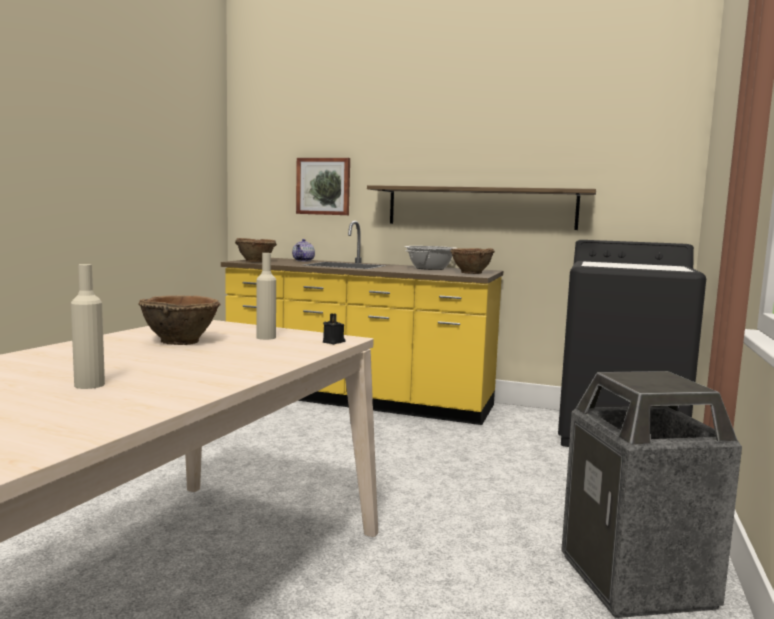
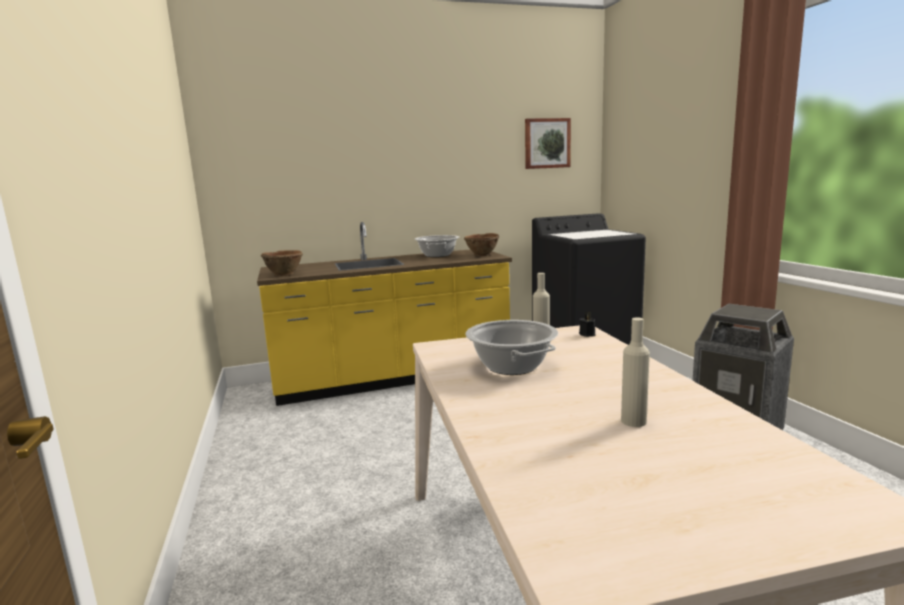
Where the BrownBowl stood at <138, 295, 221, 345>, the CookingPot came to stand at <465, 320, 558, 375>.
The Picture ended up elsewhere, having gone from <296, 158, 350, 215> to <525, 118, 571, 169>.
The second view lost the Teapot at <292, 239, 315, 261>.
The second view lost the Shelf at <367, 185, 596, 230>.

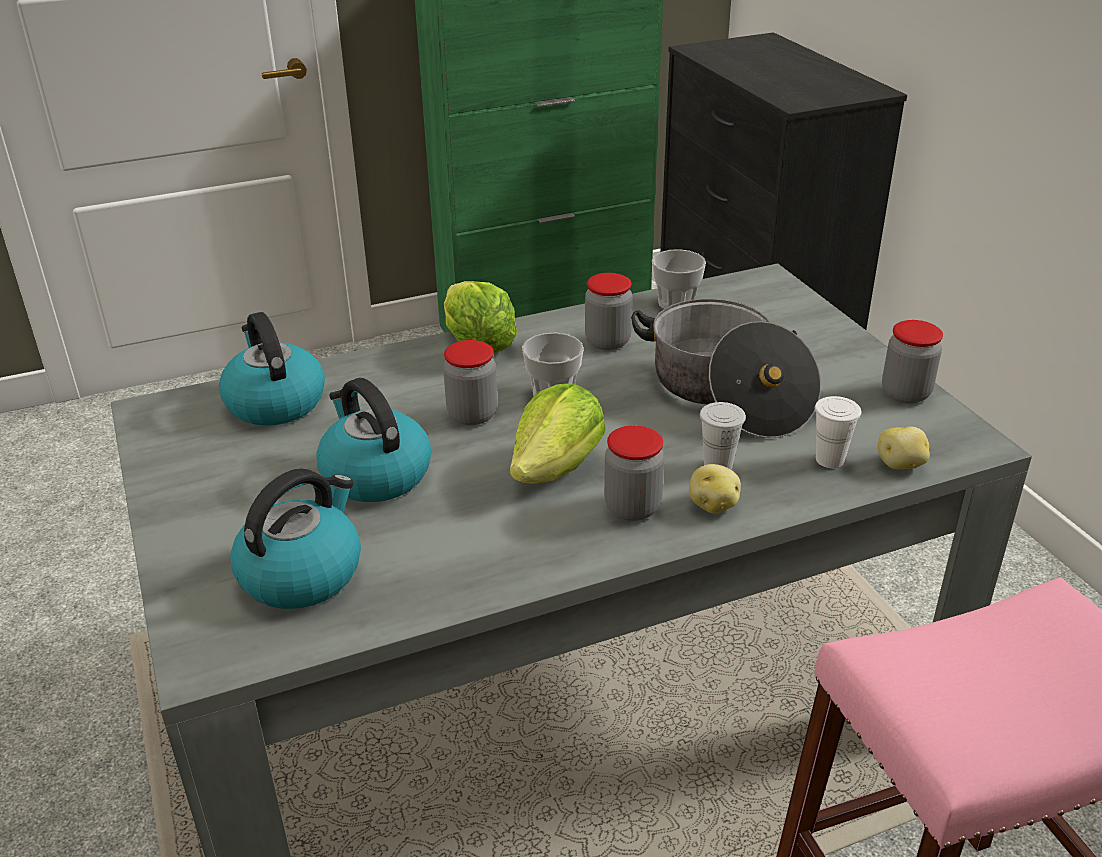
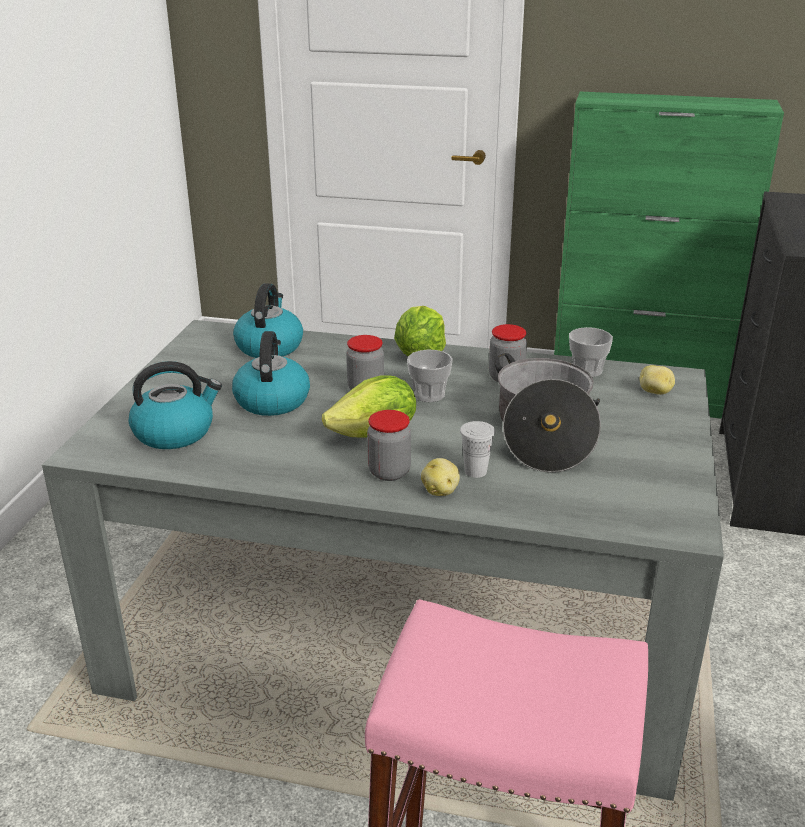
The Potato ended up elsewhere, having gone from <878, 426, 930, 469> to <639, 365, 675, 395>.
The second view lost the WhiteCup at <815, 396, 861, 468>.
The second view lost the Jar at <882, 320, 943, 404>.

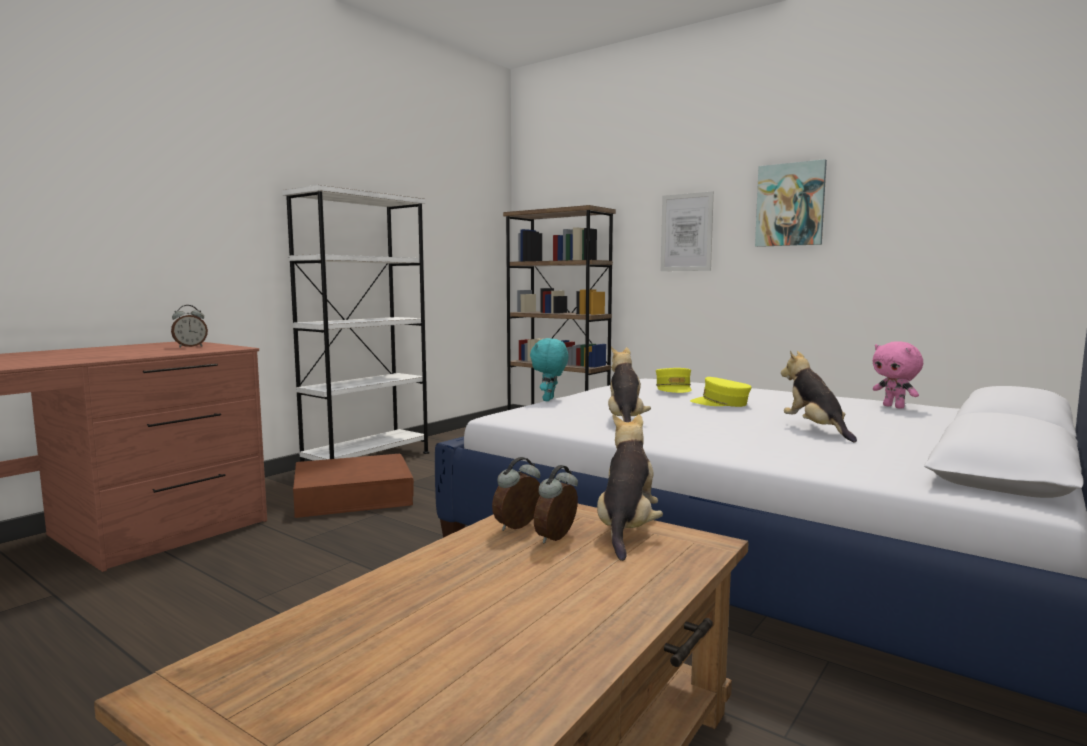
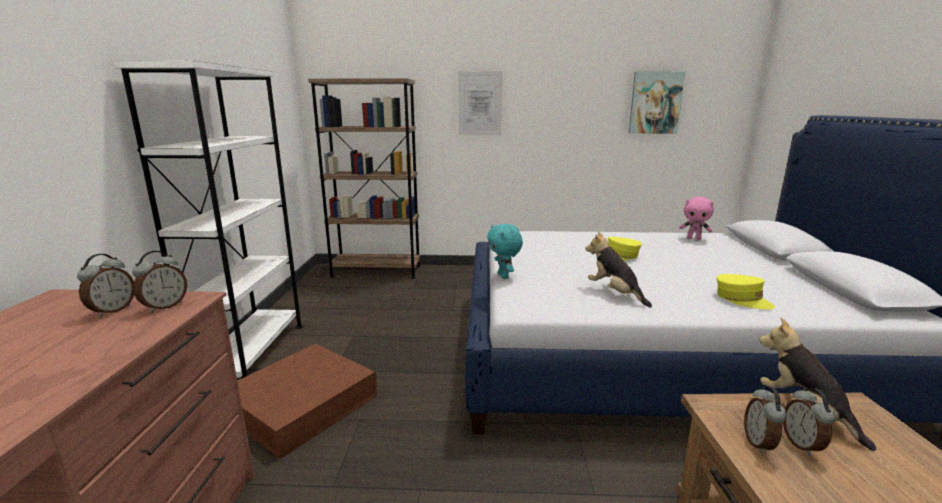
The second view gained the AlarmClock at <132, 251, 187, 313>.
The Picture ended up elsewhere, having gone from <755, 159, 827, 247> to <629, 71, 685, 134>.
The YellowCap ended up elsewhere, having gone from <656, 368, 692, 393> to <716, 274, 775, 310>.
The second view lost the PlushToy at <781, 351, 857, 443>.

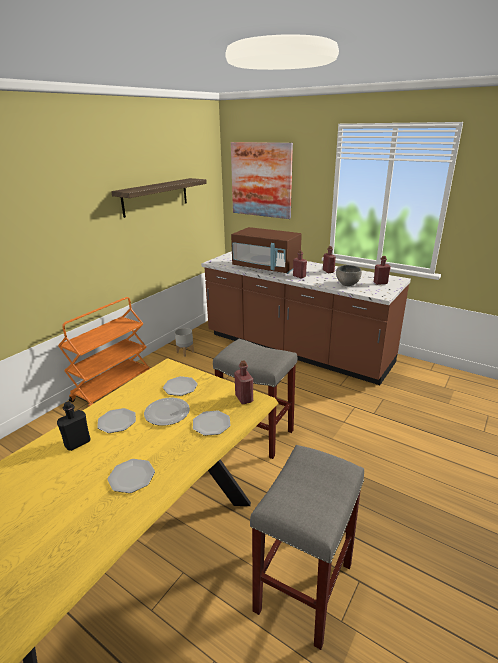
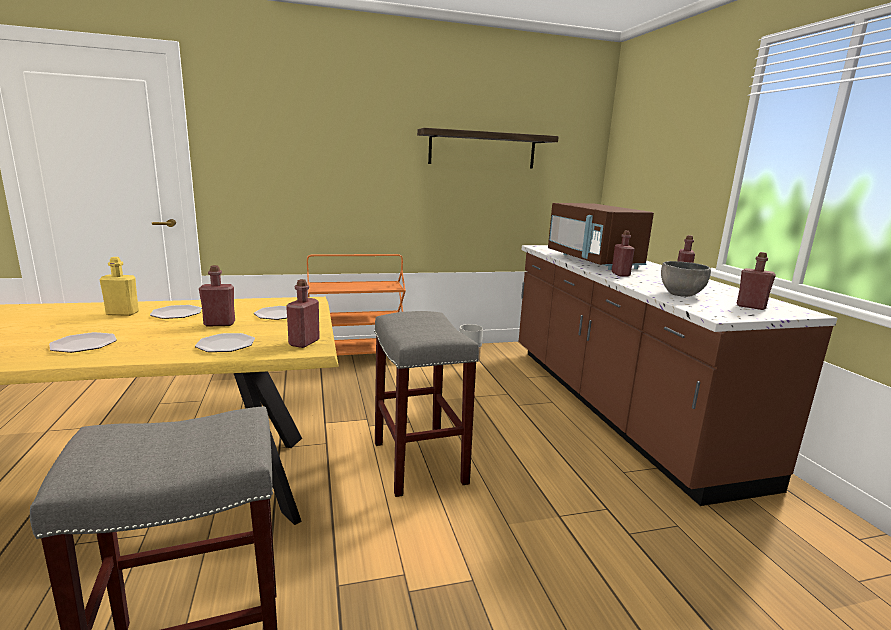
What was the BlackBottle at <57, 401, 90, 451> turned into the YellowBottle at <99, 257, 139, 316>.
Where the Plate stood at <144, 398, 190, 426>, the RedBottle came to stand at <199, 265, 235, 327>.
The second view lost the Picture at <231, 142, 293, 219>.

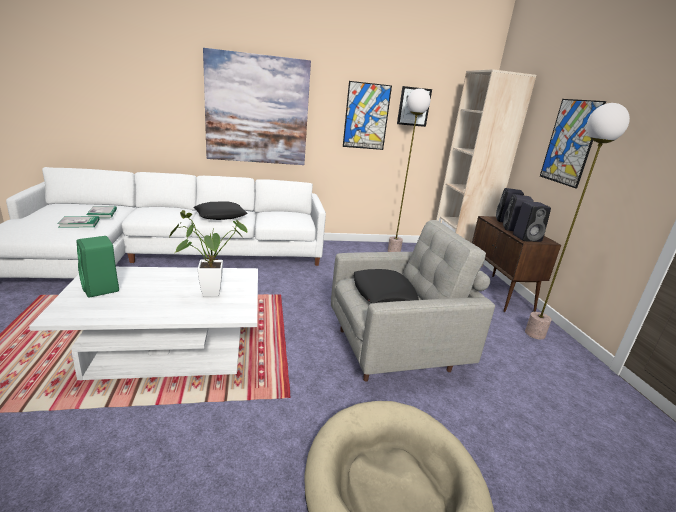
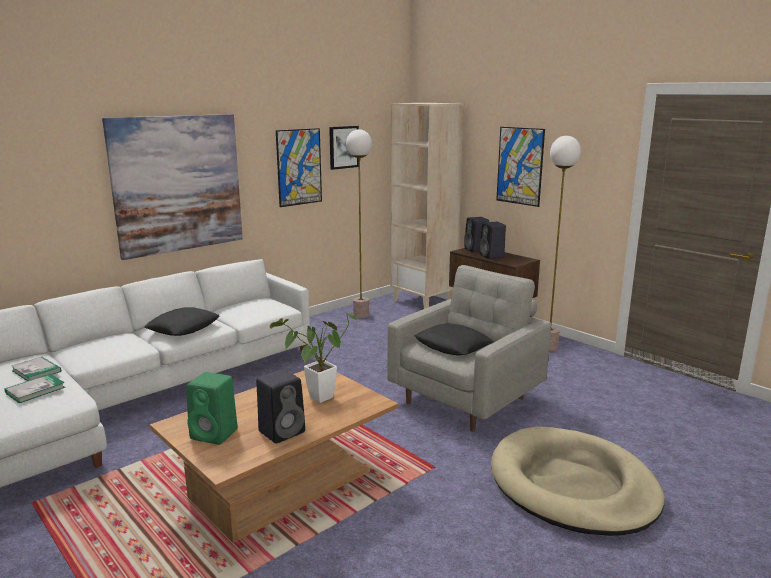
What was the WhiteCoffeeTable at <29, 267, 258, 380> turned into the BrownCoffeeTable at <150, 371, 398, 543>.
The BlackSpeaker ended up elsewhere, having gone from <513, 201, 551, 242> to <256, 369, 305, 444>.

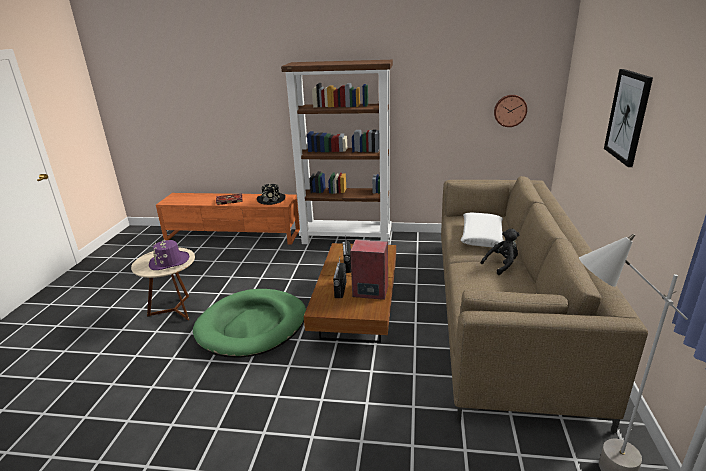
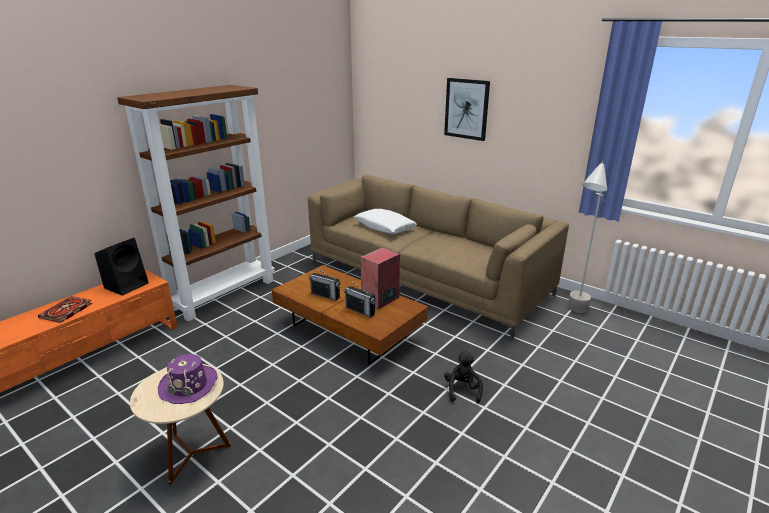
Where the BlackHat stood at <257, 183, 286, 205>, the BlackSpeaker came to stand at <95, 238, 149, 296>.
The BlackPlushToy ended up elsewhere, having gone from <481, 228, 520, 275> to <444, 351, 483, 403>.
The second view lost the GreenDogBed at <193, 289, 306, 358>.
The second view lost the WallClock at <494, 95, 527, 127>.

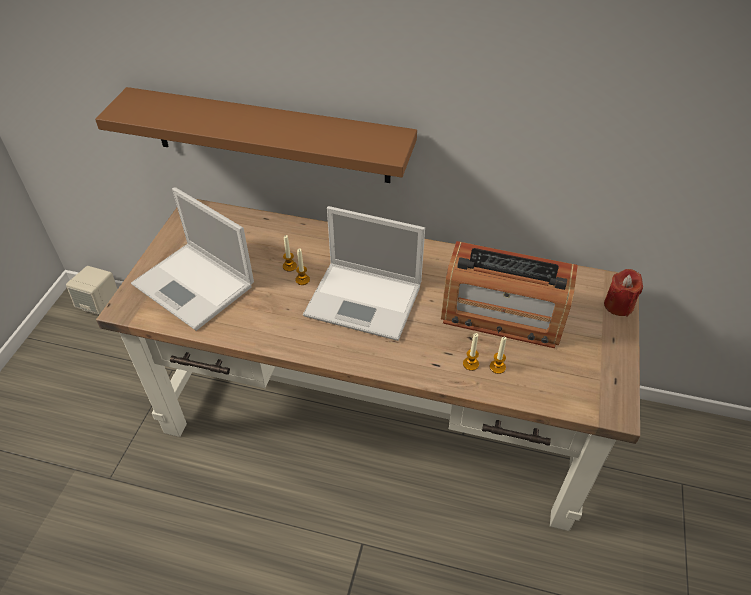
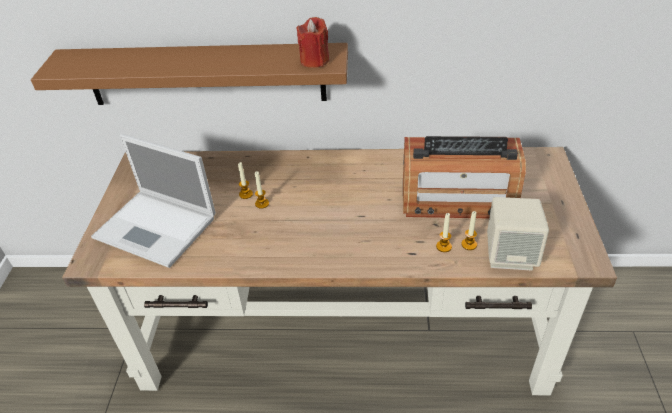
The RedCandle ended up elsewhere, having gone from <604, 269, 643, 316> to <297, 17, 329, 68>.
The BeigeSpeaker ended up elsewhere, having gone from <66, 266, 118, 315> to <487, 197, 549, 271>.
The second view lost the Laptop at <303, 206, 425, 341>.

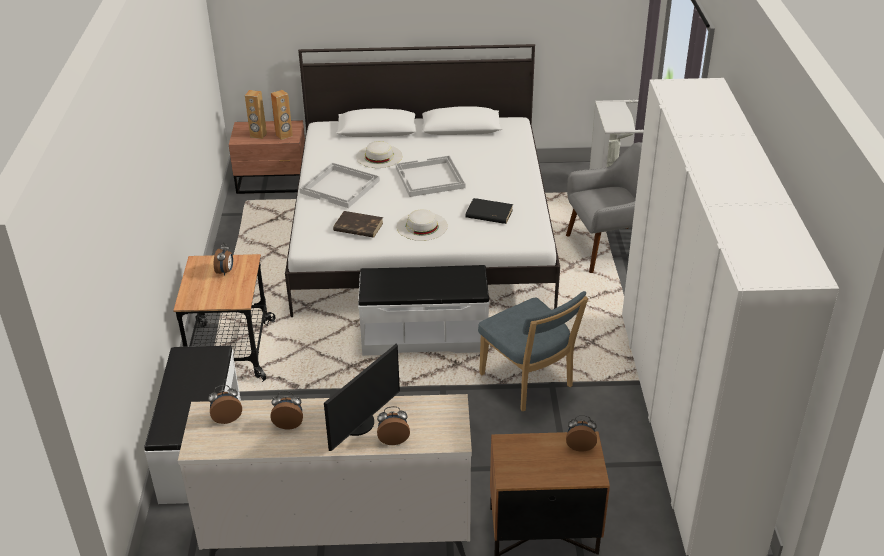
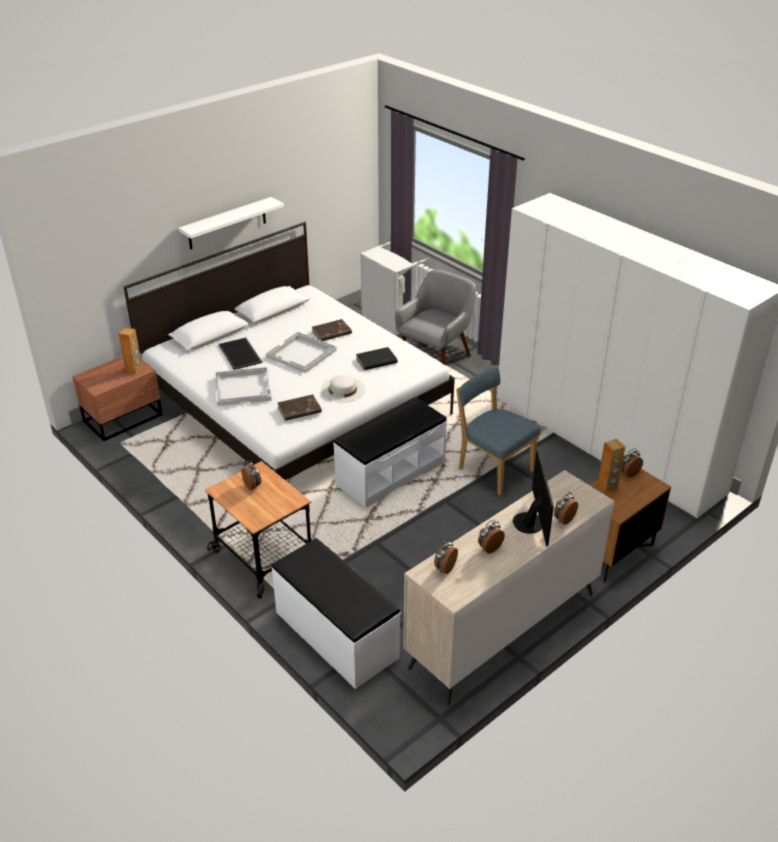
The second view gained the WhiteShelf at <178, 197, 284, 249>.
Where the WhiteHat stood at <356, 141, 402, 168>, the Tray came to stand at <218, 337, 262, 370>.
The second view gained the BrownBook at <312, 319, 352, 341>.
The BlueChair at <478, 291, 588, 411> ended up facing another way, 150 degrees counterclockwise from before.
The BrownSpeaker ended up elsewhere, having gone from <245, 90, 267, 139> to <597, 439, 626, 493>.

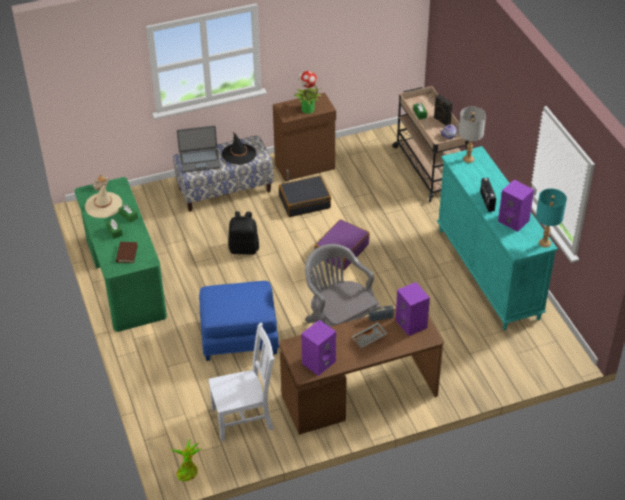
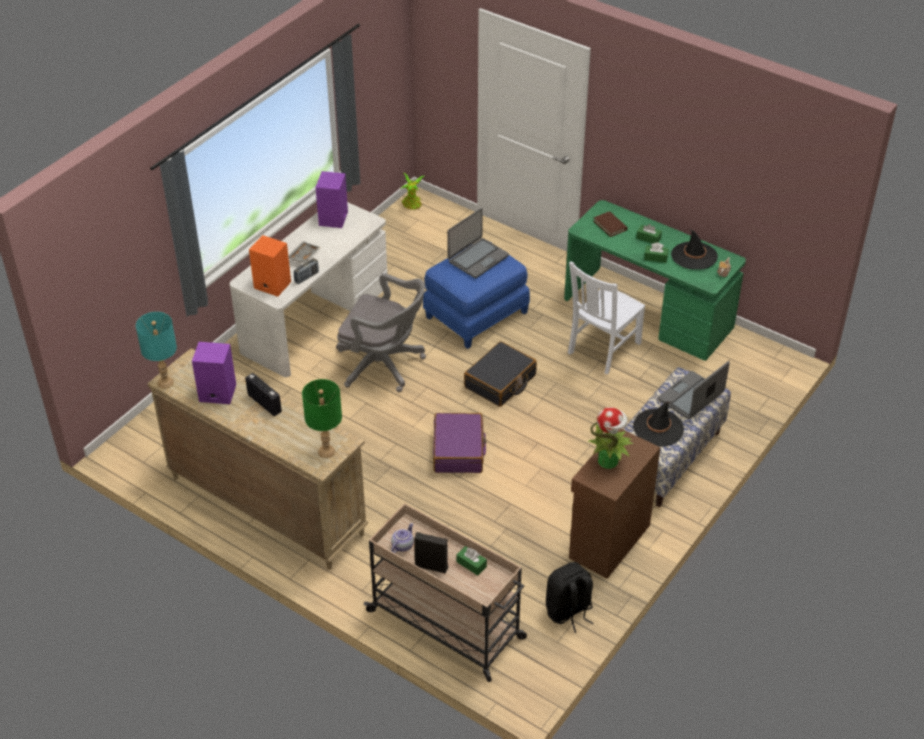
What was the TurquoiseDresser at <437, 146, 558, 330> turned into the BeigeDresser at <147, 348, 369, 570>.
What was the BrownDesk at <279, 309, 444, 435> turned into the WhiteDesk at <230, 202, 388, 377>.
What was the PurpleSpeaker at <396, 282, 430, 336> turned into the OrangeSpeaker at <249, 235, 291, 297>.
What was the GreyTableLamp at <459, 106, 486, 163> turned into the GreenTableLamp at <302, 379, 342, 458>.
The second view gained the Laptop at <447, 208, 509, 278>.
The BlackSuitcase ended up elsewhere, having gone from <279, 176, 331, 217> to <464, 341, 537, 407>.
The BlackBackpack ended up elsewhere, having gone from <228, 211, 259, 255> to <546, 562, 593, 633>.
The WhiteChair ended up elsewhere, having gone from <208, 323, 274, 442> to <568, 262, 645, 374>.
What was the BeigeHat at <85, 186, 122, 218> turned into the BlackHat at <671, 229, 718, 270>.

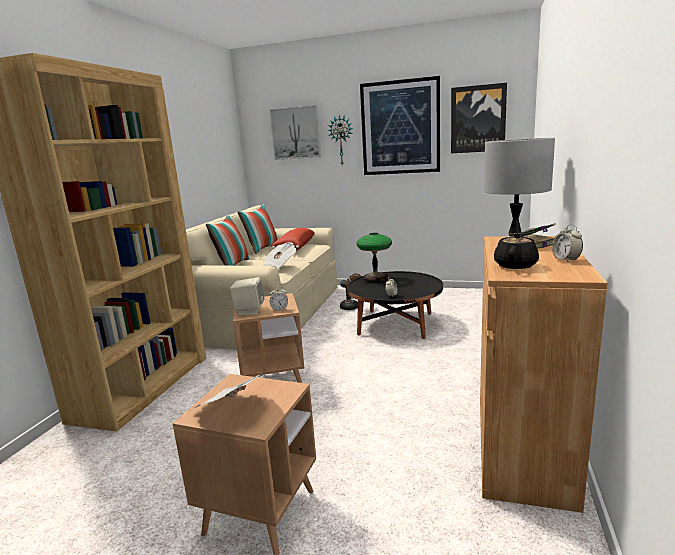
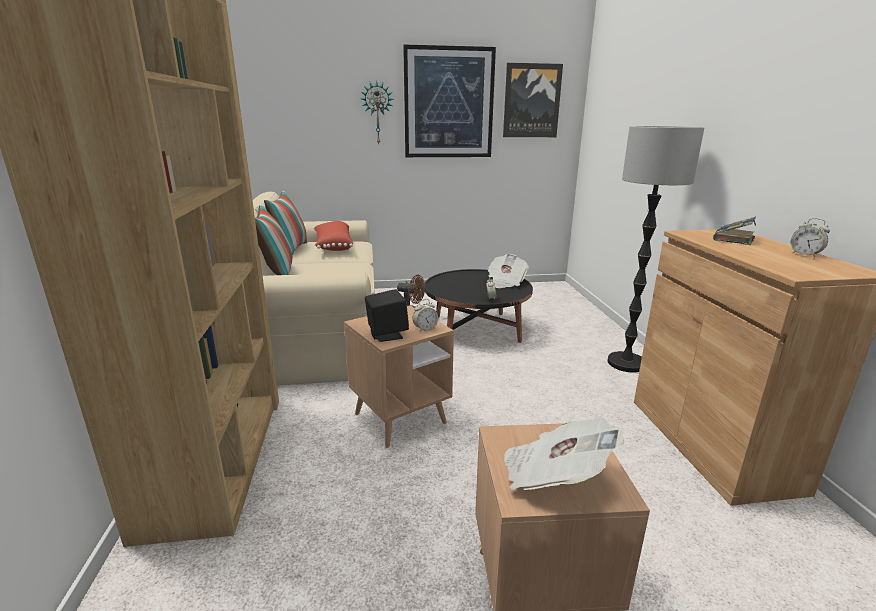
What was the BeigeSpeaker at <230, 277, 265, 315> turned into the BlackSpeaker at <365, 289, 409, 342>.
The Newspaper ended up elsewhere, having gone from <263, 242, 296, 269> to <488, 254, 529, 288>.
The second view lost the Picture at <269, 105, 321, 160>.
The second view lost the TableLamp at <356, 233, 392, 282>.
The second view lost the BlackTeapot at <494, 233, 539, 269>.

